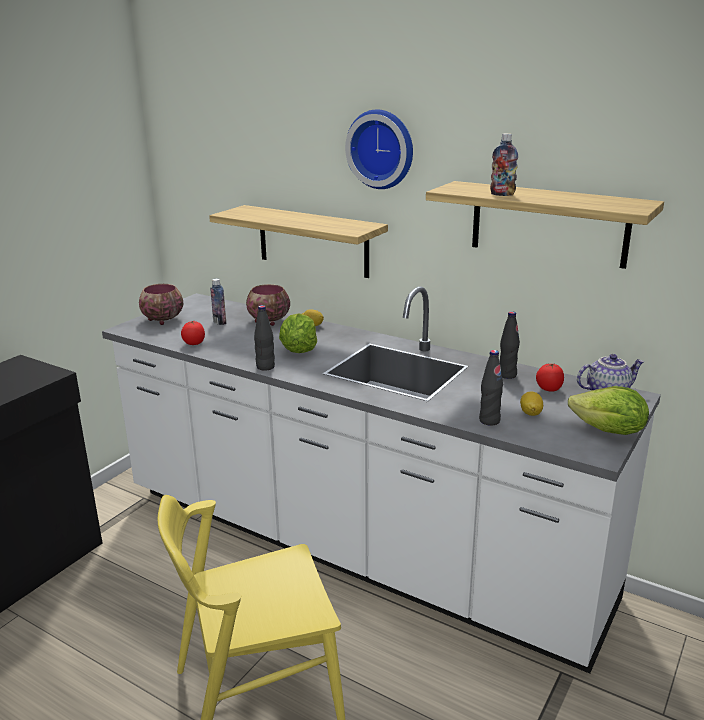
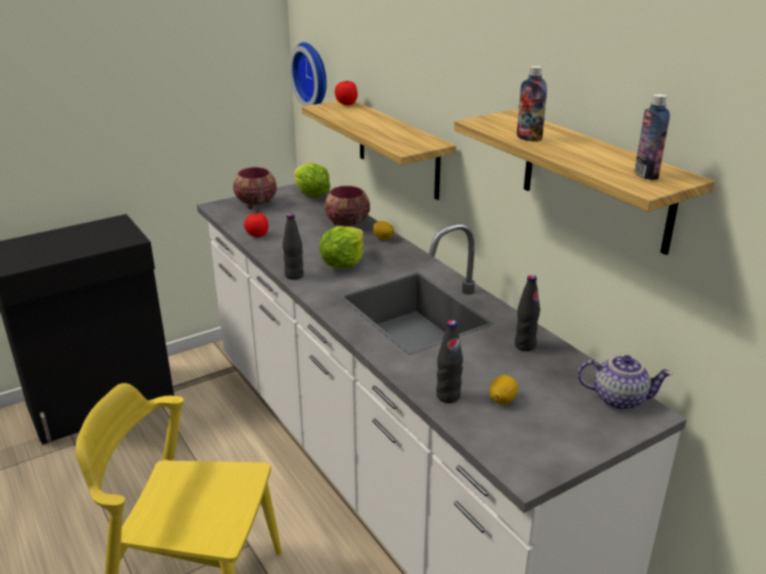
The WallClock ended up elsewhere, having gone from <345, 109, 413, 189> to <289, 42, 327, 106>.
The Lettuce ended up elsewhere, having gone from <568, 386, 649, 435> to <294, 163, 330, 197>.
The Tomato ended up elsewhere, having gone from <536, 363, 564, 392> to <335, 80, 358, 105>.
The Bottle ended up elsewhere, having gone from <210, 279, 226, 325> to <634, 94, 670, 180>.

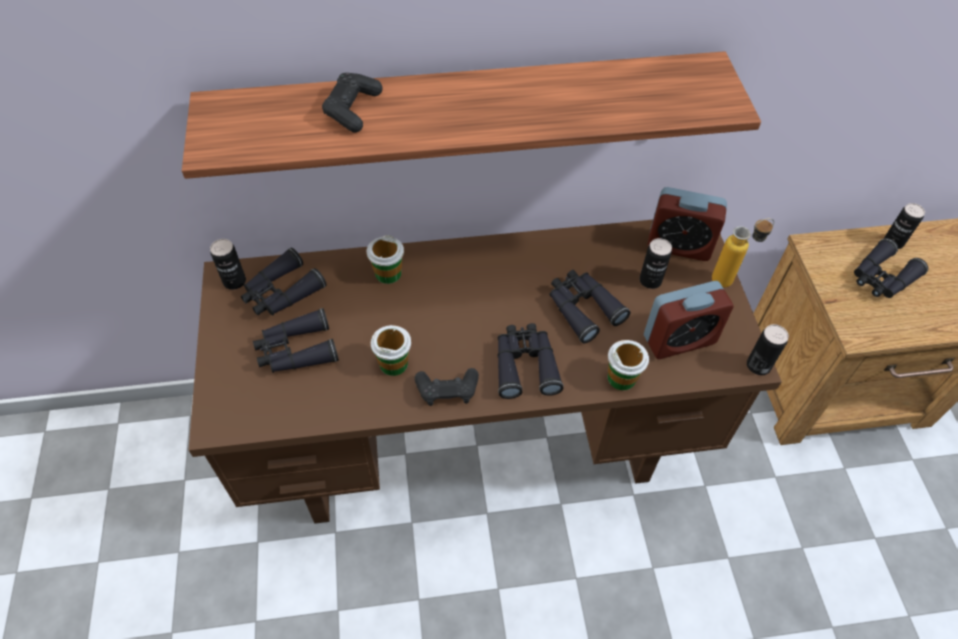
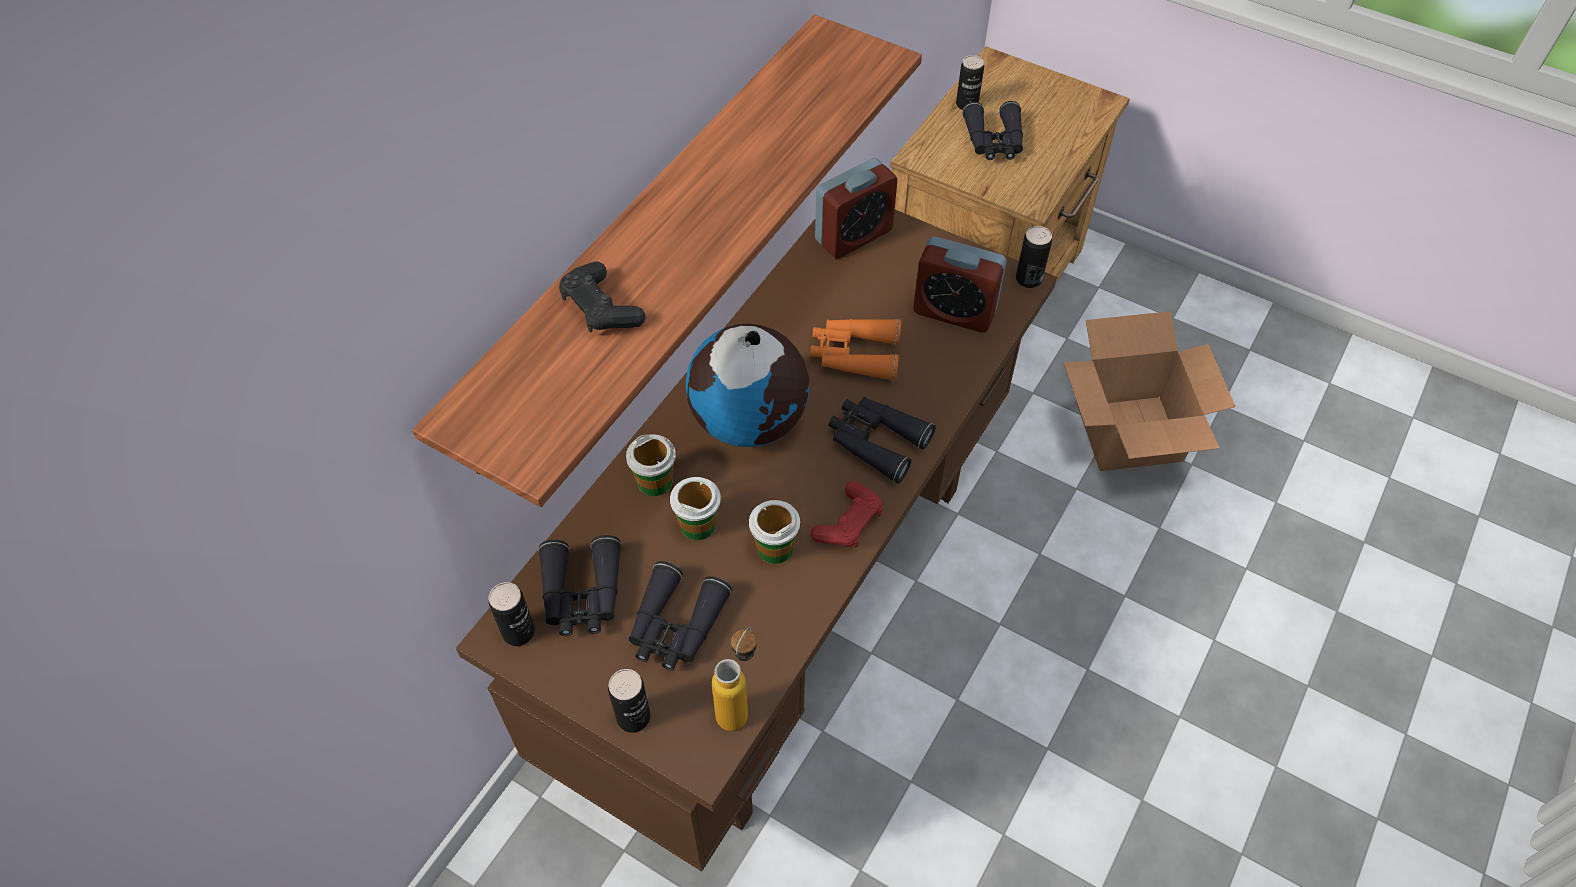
The Can ended up elsewhere, having gone from <639, 238, 672, 289> to <608, 669, 651, 733>.
The Cup ended up elsewhere, having gone from <608, 340, 649, 390> to <670, 477, 721, 540>.
The second view gained the Globe at <686, 323, 809, 447>.
The Bottle ended up elsewhere, having gone from <712, 218, 774, 288> to <712, 627, 757, 731>.
What was the BlackBinoculars at <549, 270, 631, 344> turned into the OrangeBinoculars at <810, 319, 901, 381>.
What was the BlackGameController at <414, 368, 479, 406> turned into the RedGameController at <811, 481, 883, 547>.
The AlarmClock at <644, 281, 734, 359> ended up facing another way, 90 degrees clockwise from before.
The second view gained the CardboardBox at <1063, 311, 1236, 471>.

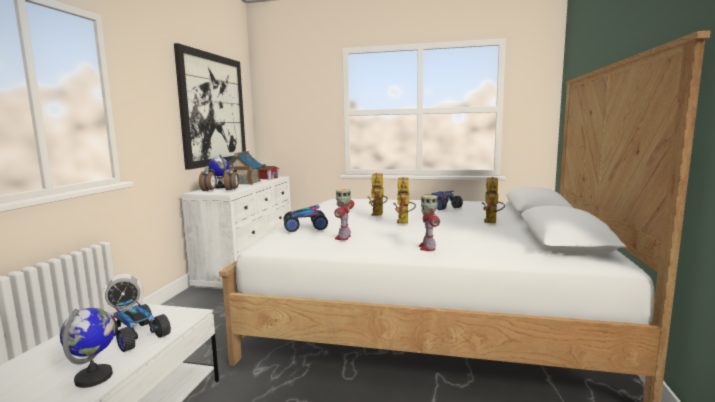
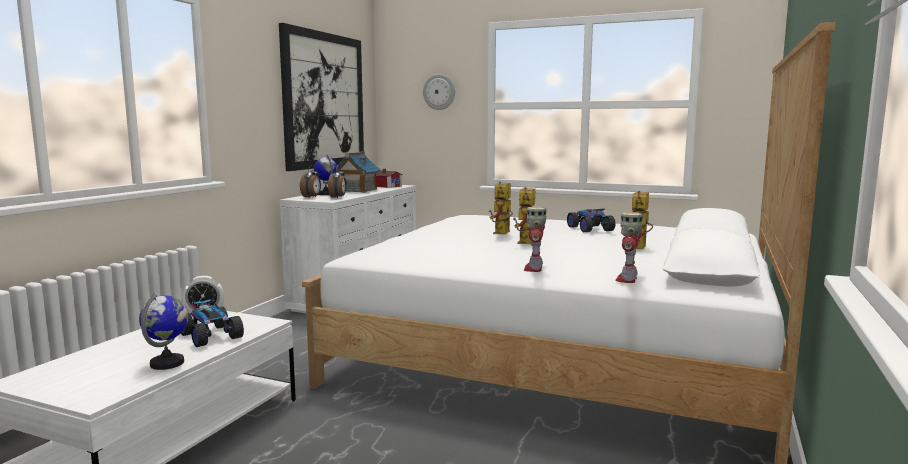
The second view gained the WallClock at <423, 74, 455, 110>.
The ToyRobot ended up elsewhere, having gone from <334, 189, 354, 240> to <615, 212, 643, 283>.
The second view lost the ToyCar at <284, 205, 328, 232>.

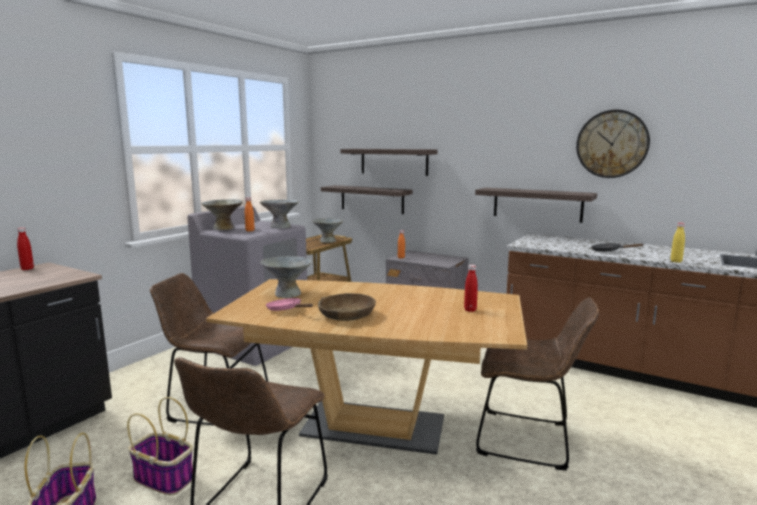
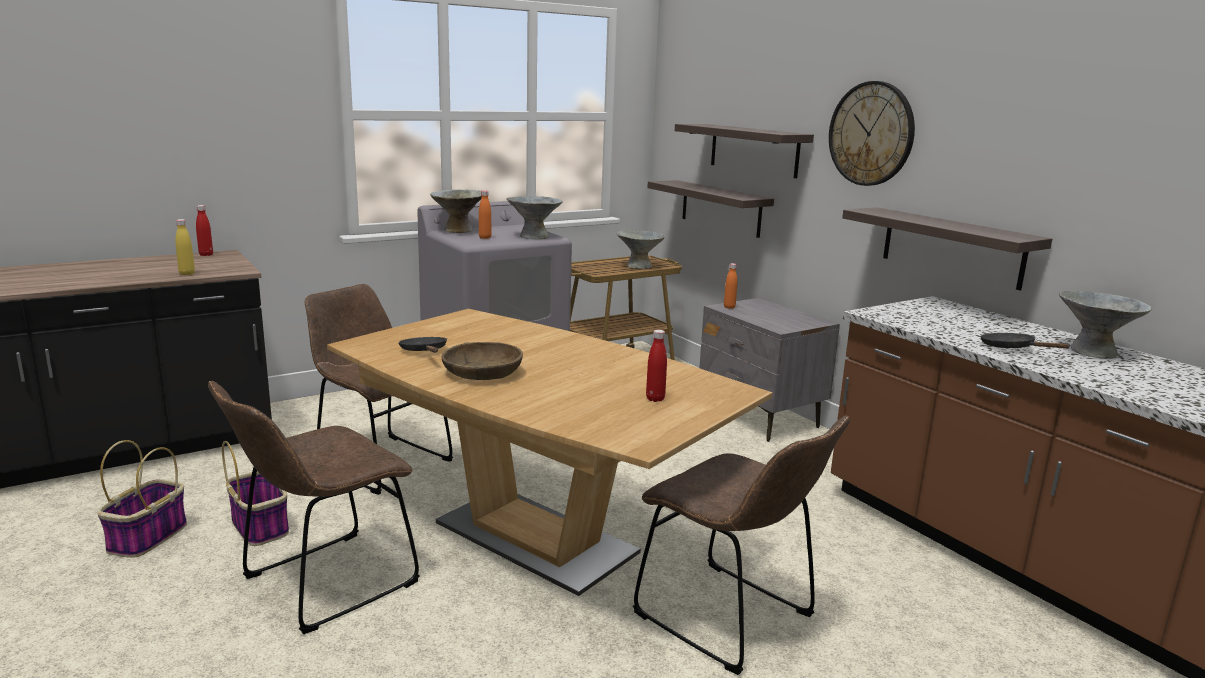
The YellowBottle ended up elsewhere, having gone from <671, 223, 685, 263> to <175, 219, 195, 275>.
What was the PinkFryingPan at <266, 298, 313, 311> turned into the BlackFryingPan at <398, 337, 447, 353>.
The WallClock ended up elsewhere, having gone from <576, 110, 650, 178> to <829, 81, 915, 186>.
The GreyBowl ended up elsewhere, having gone from <260, 256, 312, 298> to <1059, 291, 1152, 359>.

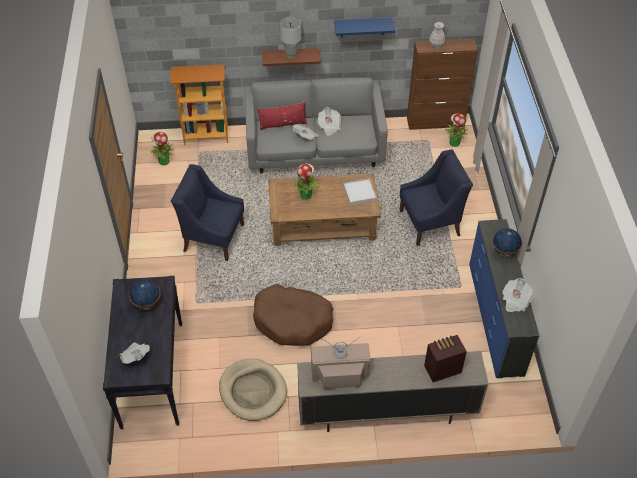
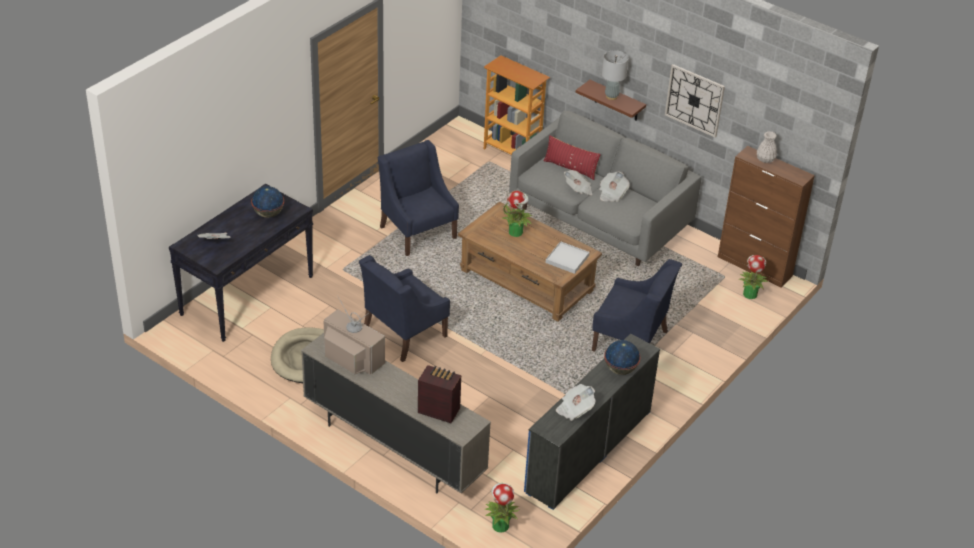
Where the BrownDogBed stood at <253, 284, 333, 346>, the BlueArmchair came to stand at <359, 255, 450, 362>.
The PottedPlant ended up elsewhere, having gone from <150, 132, 174, 166> to <484, 483, 520, 533>.
Where the BlueShelf hung at <334, 18, 395, 36>, the WallClock came to hang at <665, 64, 725, 137>.

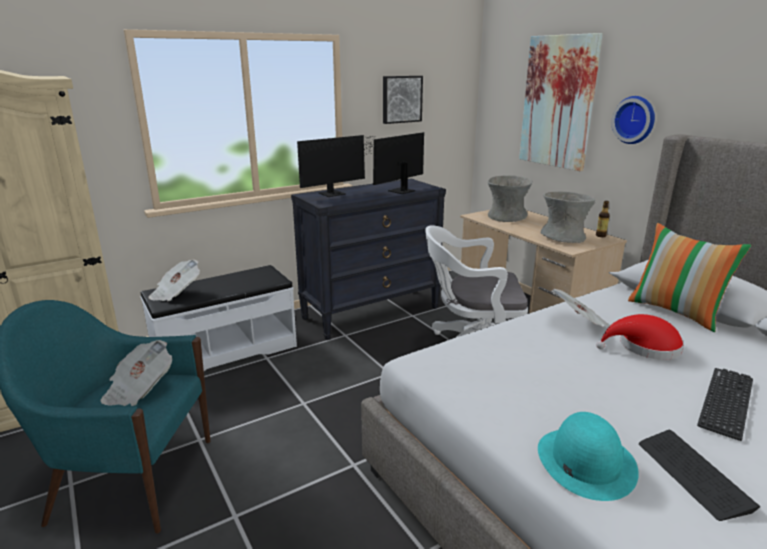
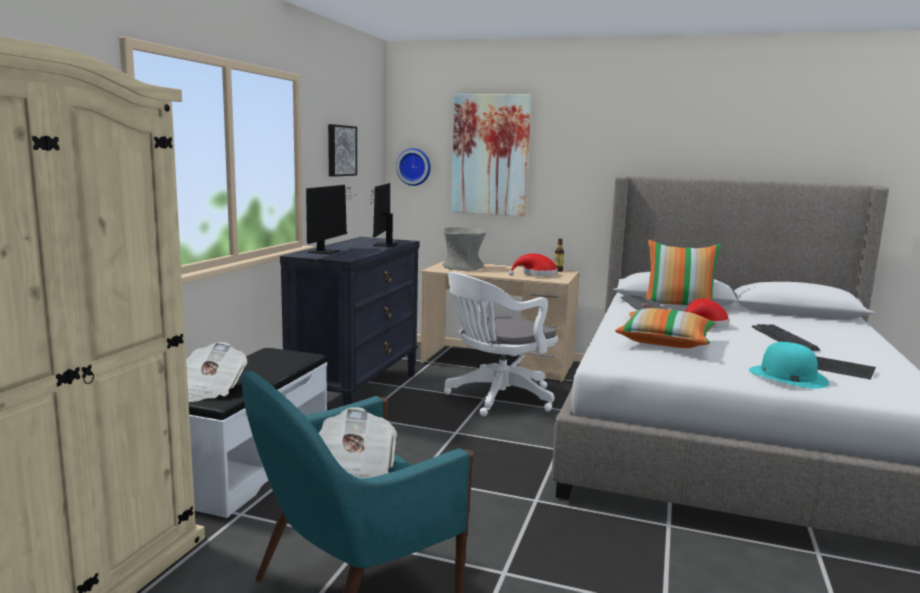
The WallClock ended up elsewhere, having gone from <611, 96, 655, 144> to <396, 148, 431, 186>.
Where the GreyVase stood at <541, 192, 596, 243>, the RedHat came to stand at <509, 253, 558, 276>.
The second view gained the Pillow at <615, 308, 716, 348>.

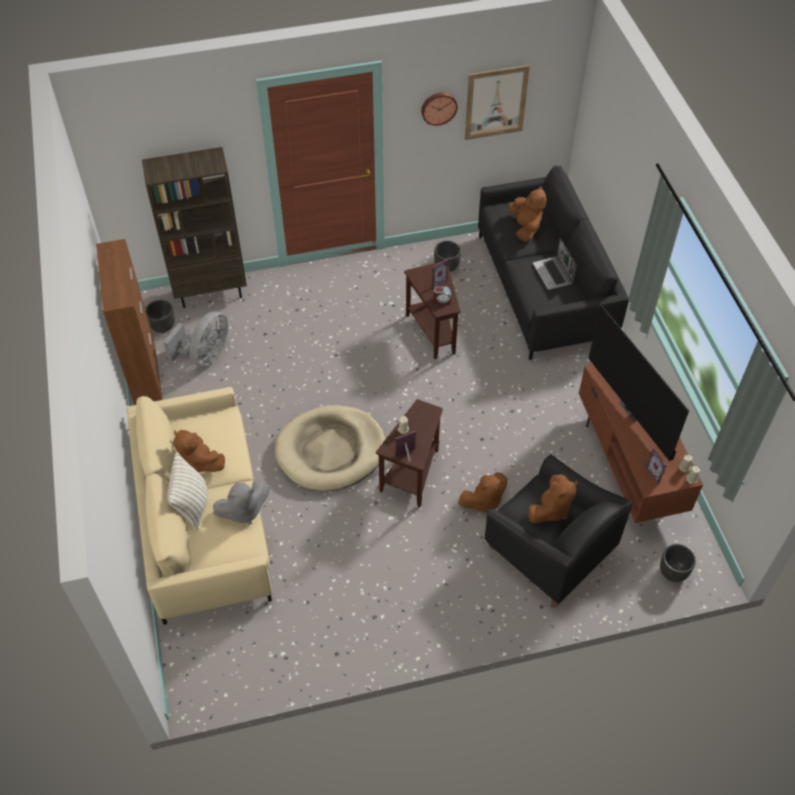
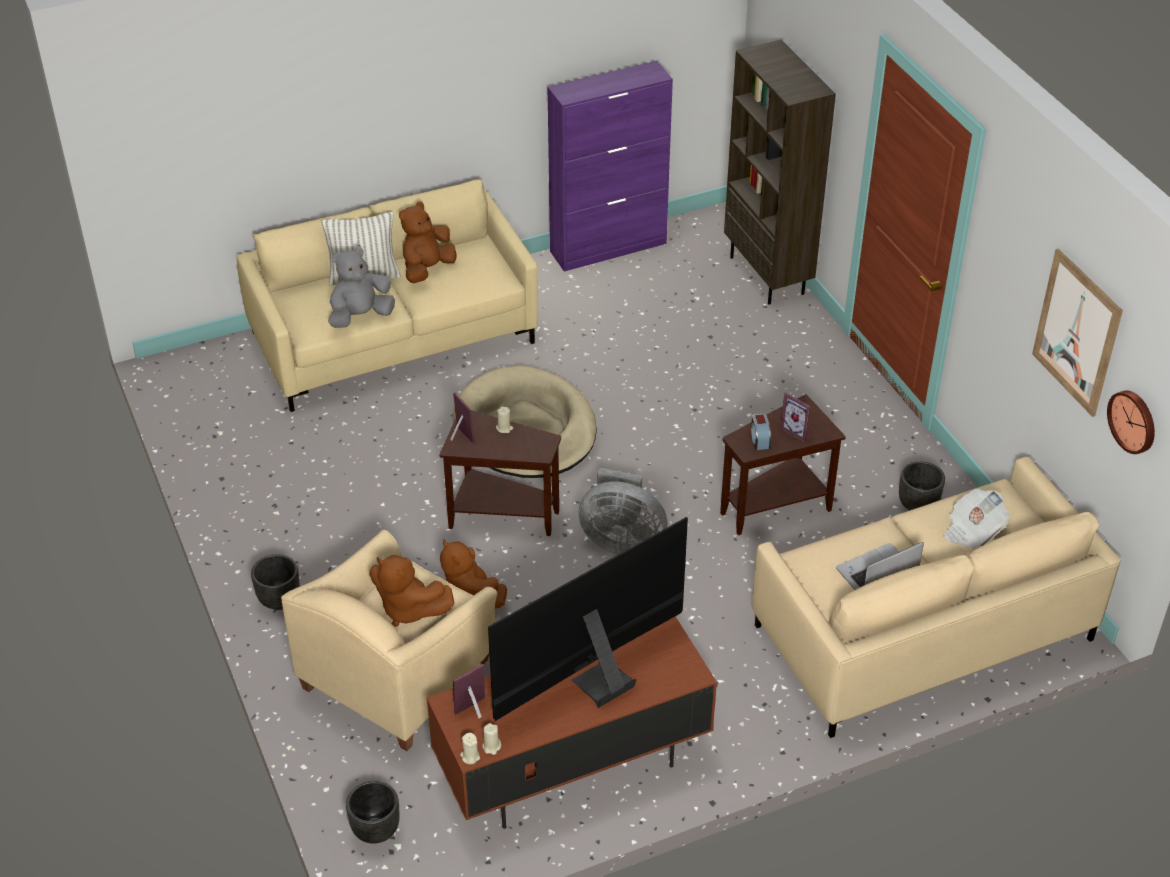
The BlackPlanter ended up elsewhere, having gone from <145, 300, 175, 333> to <251, 554, 300, 610>.
What was the BlackArmchair at <485, 454, 633, 607> turned into the BeigeArmchair at <281, 530, 497, 751>.
The GreyPlushToy at <213, 480, 269, 525> ended up facing another way, 90 degrees clockwise from before.
What was the BrownCabinet at <96, 239, 163, 405> turned into the PurpleCabinet at <547, 61, 673, 272>.
The GreyFan ended up elsewhere, having gone from <163, 311, 228, 366> to <578, 468, 668, 554>.
What was the BlackSofa at <478, 165, 629, 360> turned into the BeigeSofa at <752, 456, 1121, 738>.
Where the BrownPlushToy stood at <509, 185, 547, 242>, the Newspaper came to stand at <944, 489, 1009, 550>.
The WallClock ended up elsewhere, having gone from <421, 93, 458, 126> to <1107, 390, 1155, 454>.

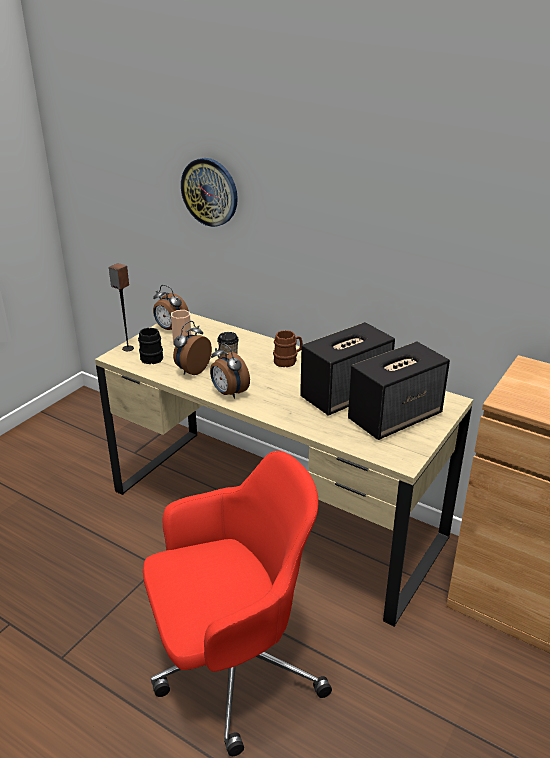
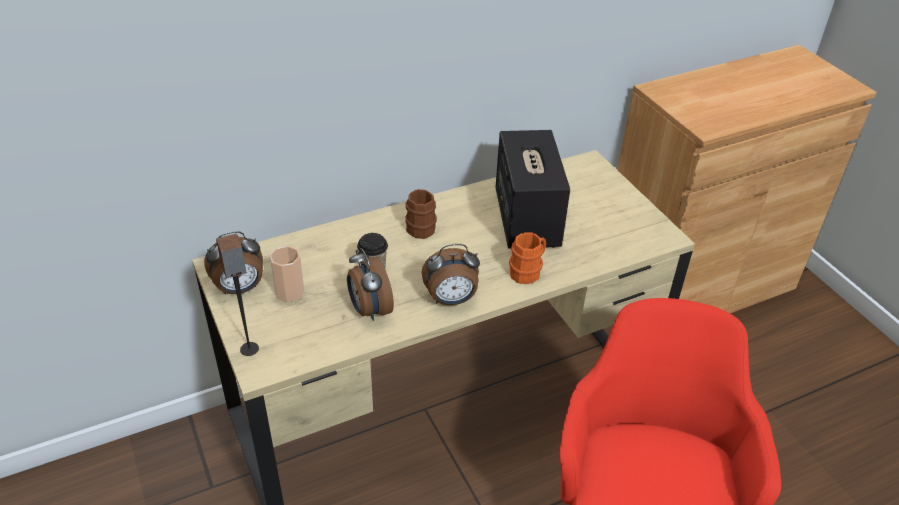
The second view gained the OrangeMug at <509, 233, 546, 284>.
The second view lost the BlackMug at <138, 328, 163, 364>.
The second view lost the WallClock at <181, 158, 238, 227>.
The second view lost the Speaker at <348, 342, 450, 440>.

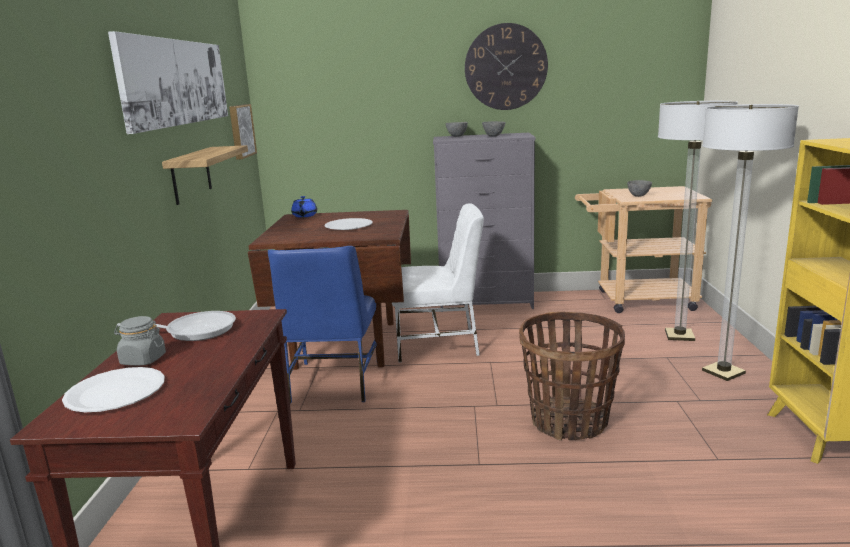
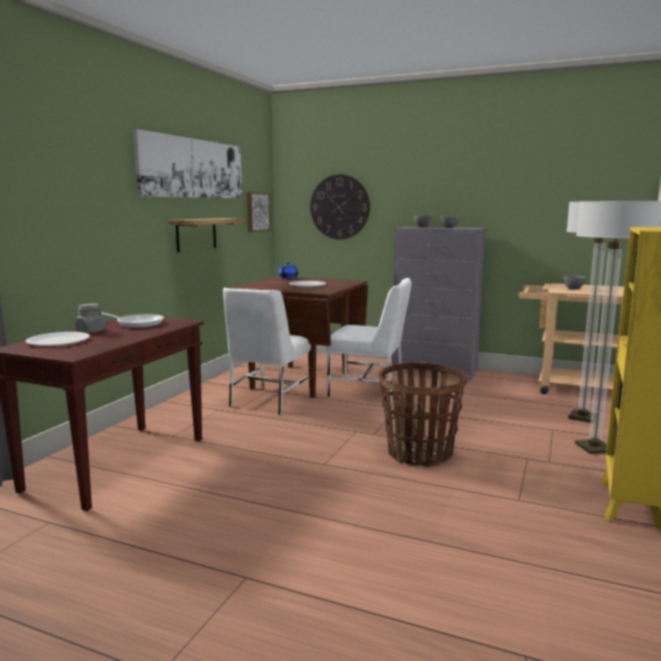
What was the BlueChair at <268, 246, 377, 404> turned into the WhiteChair at <223, 288, 311, 415>.
The WallClock ended up elsewhere, having gone from <465, 23, 548, 110> to <310, 174, 370, 239>.

